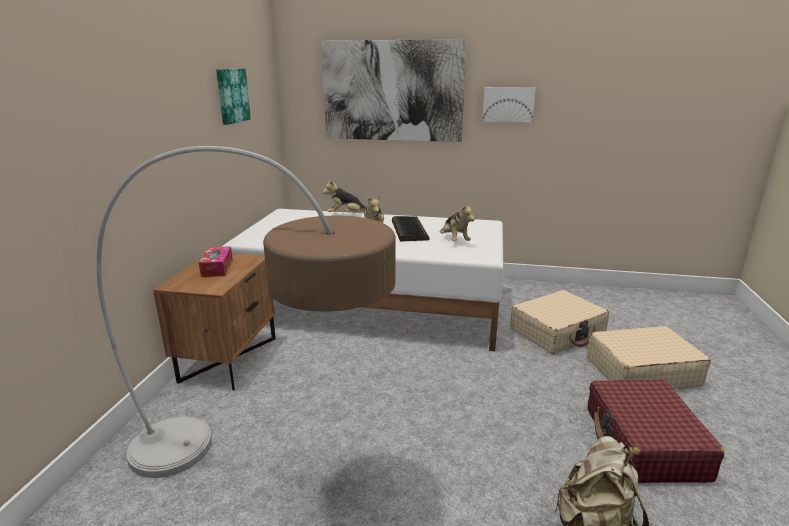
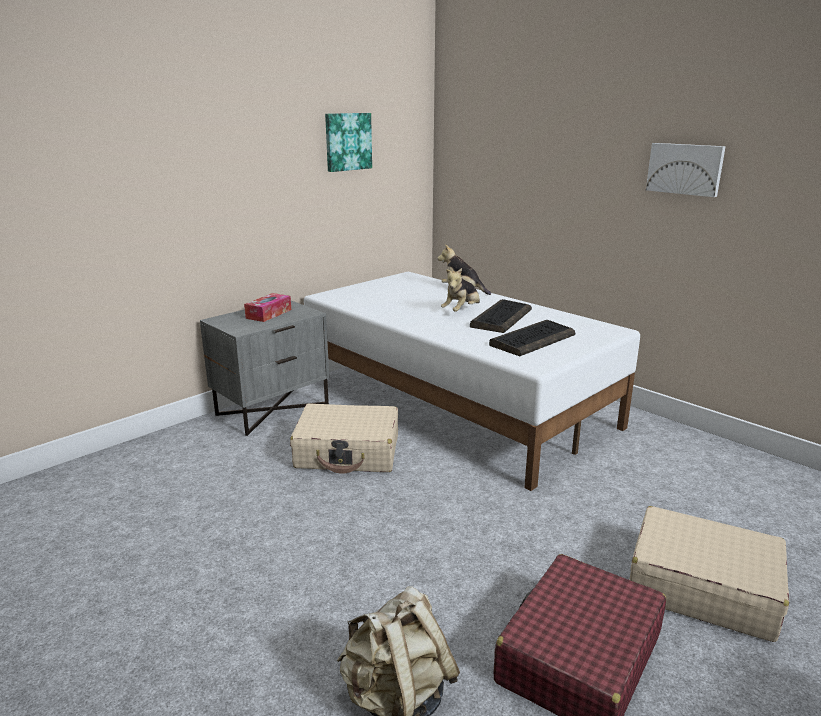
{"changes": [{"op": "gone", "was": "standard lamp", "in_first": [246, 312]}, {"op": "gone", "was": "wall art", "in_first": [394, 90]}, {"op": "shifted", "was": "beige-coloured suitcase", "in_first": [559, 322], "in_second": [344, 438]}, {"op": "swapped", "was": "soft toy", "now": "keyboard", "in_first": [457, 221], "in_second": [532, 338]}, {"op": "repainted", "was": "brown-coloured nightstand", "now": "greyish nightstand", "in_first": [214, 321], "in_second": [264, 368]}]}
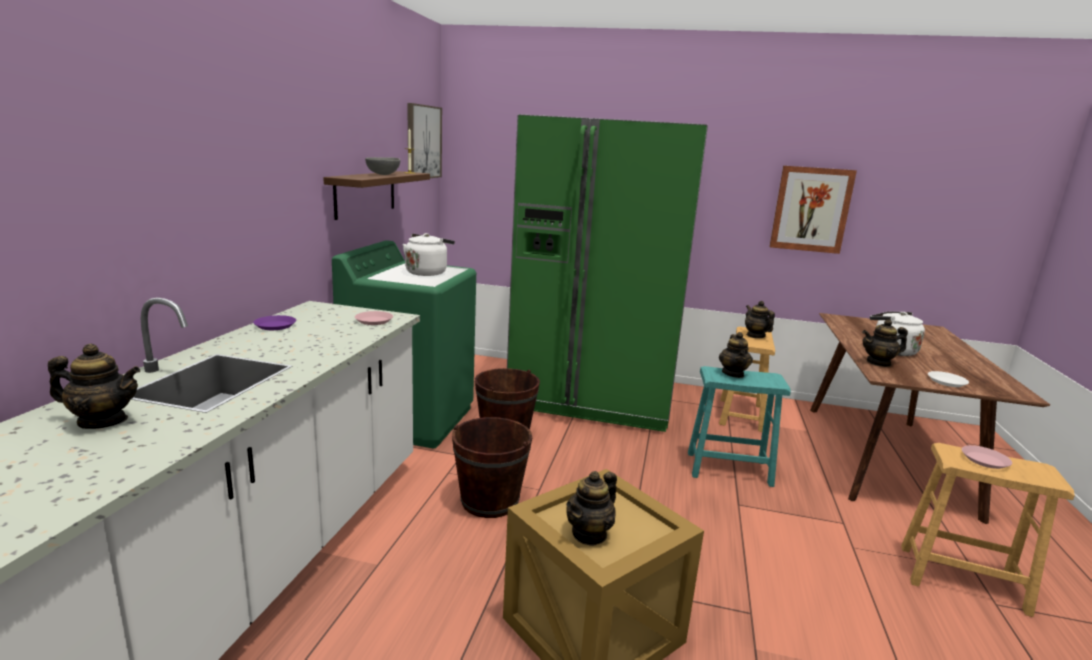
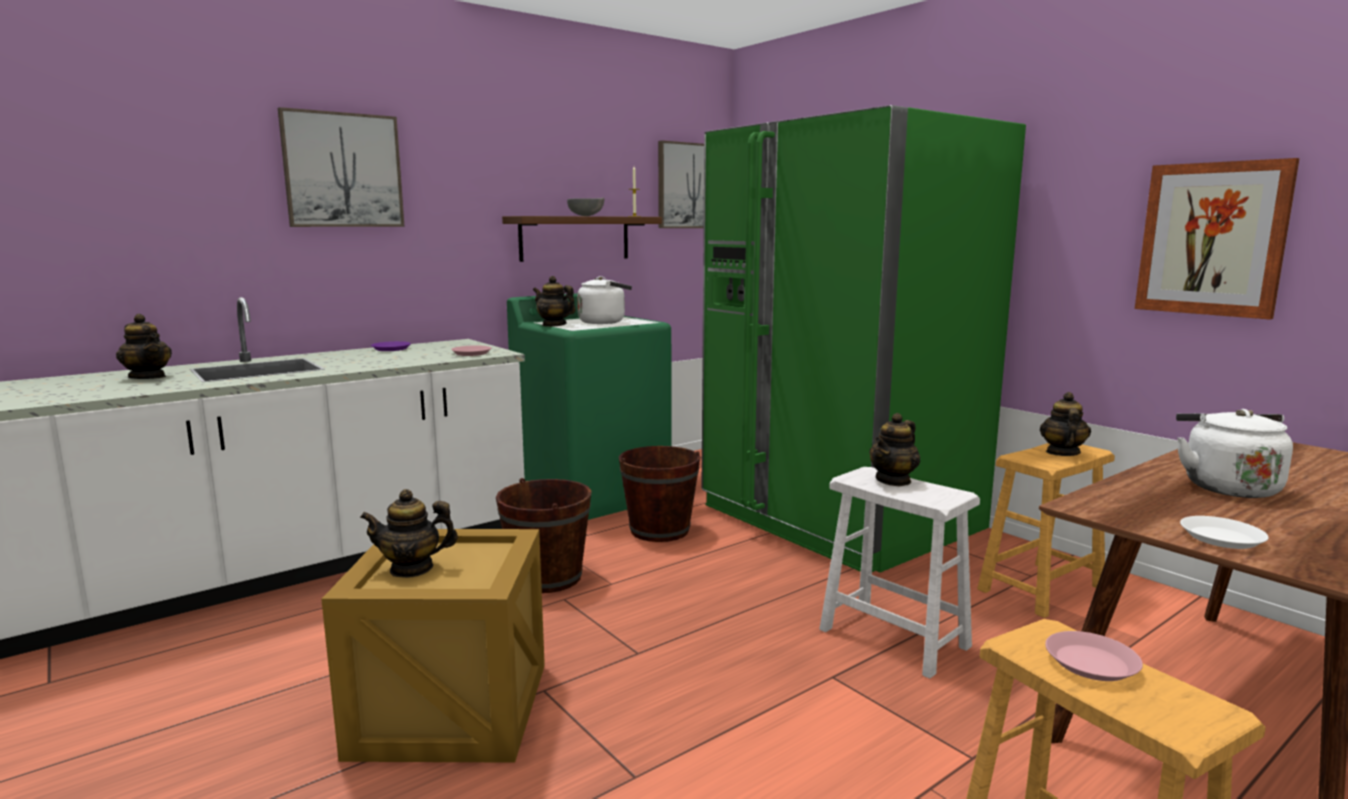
{"changes": [{"op": "new", "now": "wall art", "in_second": [341, 167]}, {"op": "shifted", "was": "teapot", "in_first": [885, 343], "in_second": [554, 301]}, {"op": "repainted", "was": "turquoise stool", "now": "whitish stool", "in_first": [739, 426], "in_second": [900, 573]}]}
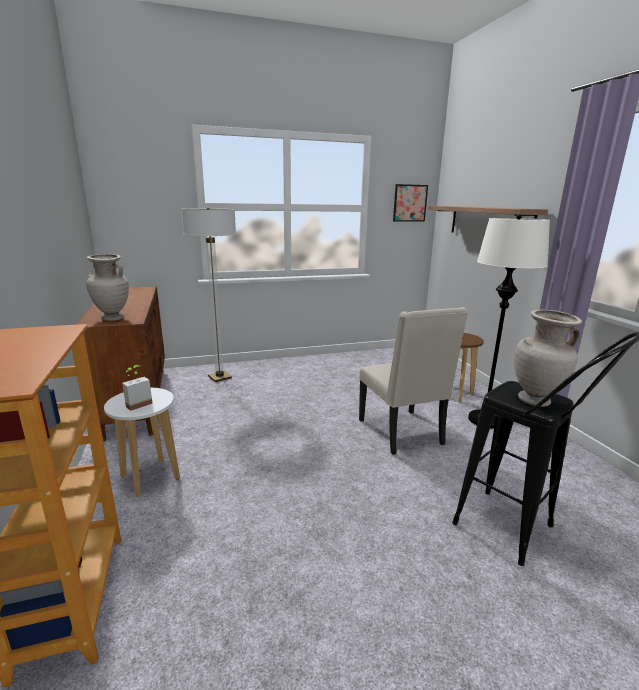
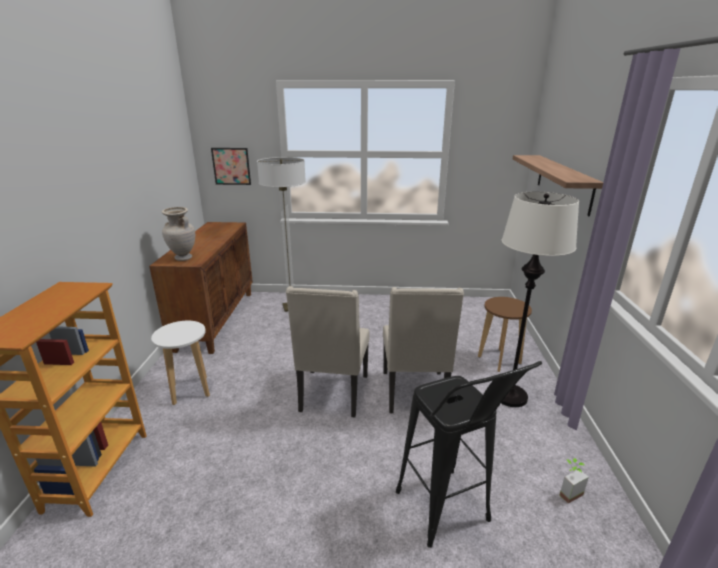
{"changes": [{"op": "gone", "was": "beige-coloured decorative vase", "in_first": [548, 358]}, {"op": "new", "now": "beige-coloured plain chair", "in_second": [328, 351]}, {"op": "shifted", "was": "potted plant", "in_first": [137, 388], "in_second": [574, 481]}, {"op": "shifted", "was": "wall art", "in_first": [410, 203], "in_second": [231, 166]}]}
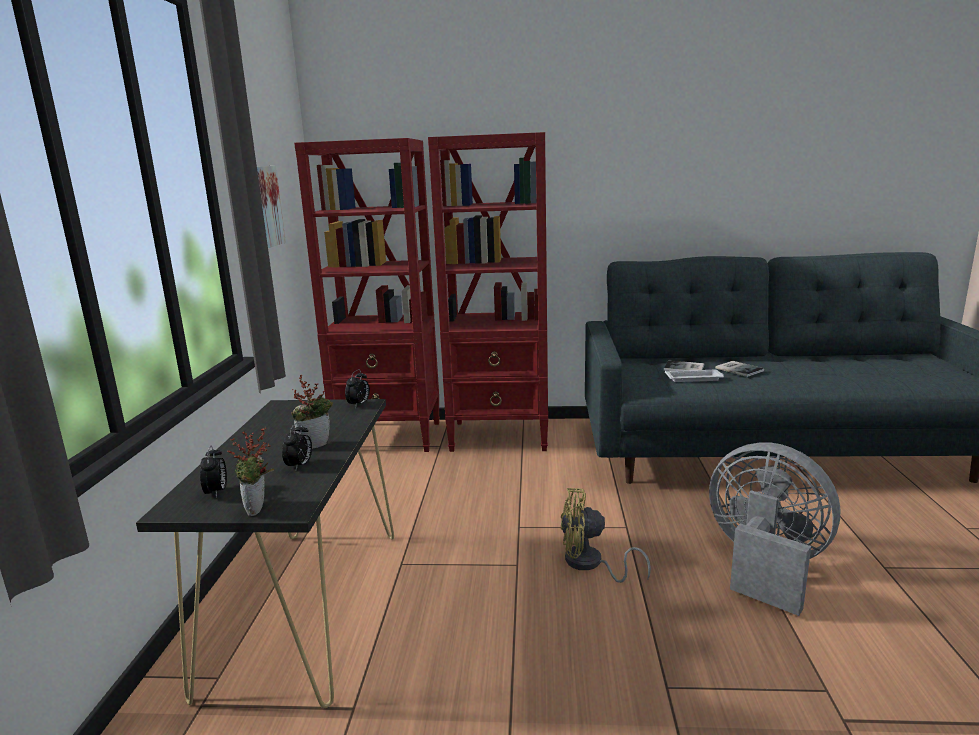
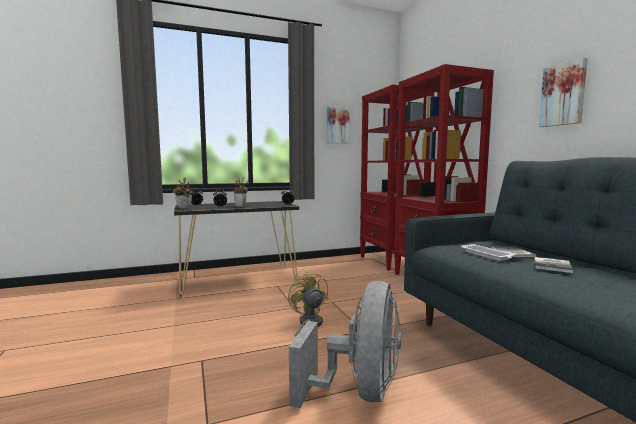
{"changes": [{"op": "new", "now": "wall art", "in_second": [563, 92]}]}
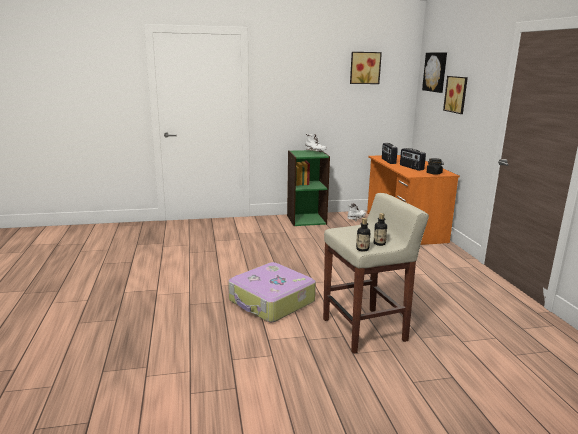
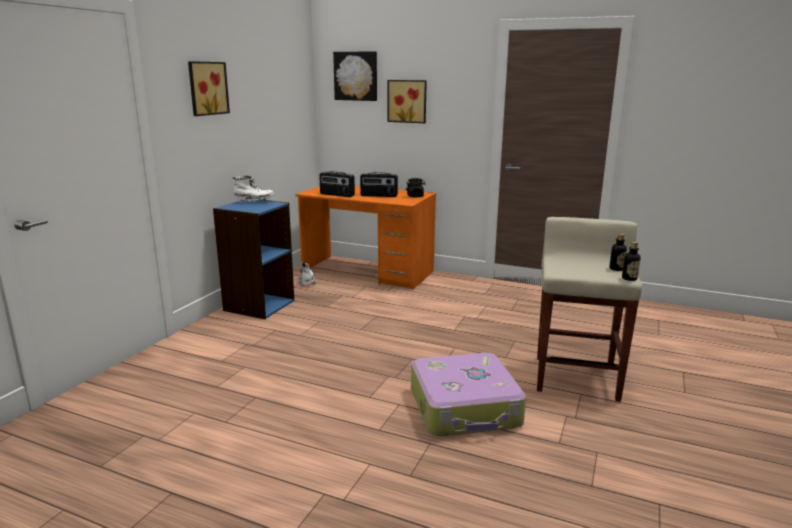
{"changes": [{"op": "shifted", "was": "wall art", "in_first": [366, 68], "in_second": [209, 88]}, {"op": "repainted", "was": "green-coloured bookcase", "now": "blue-coloured bookcase", "in_first": [308, 188], "in_second": [253, 259]}]}
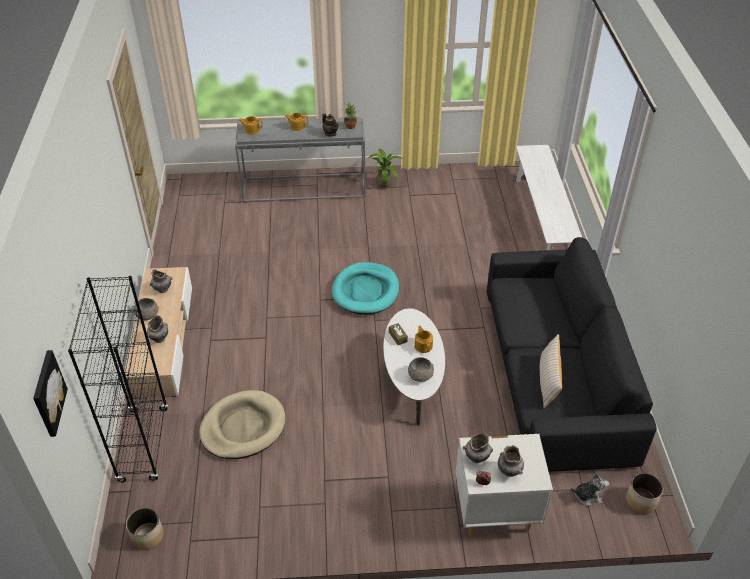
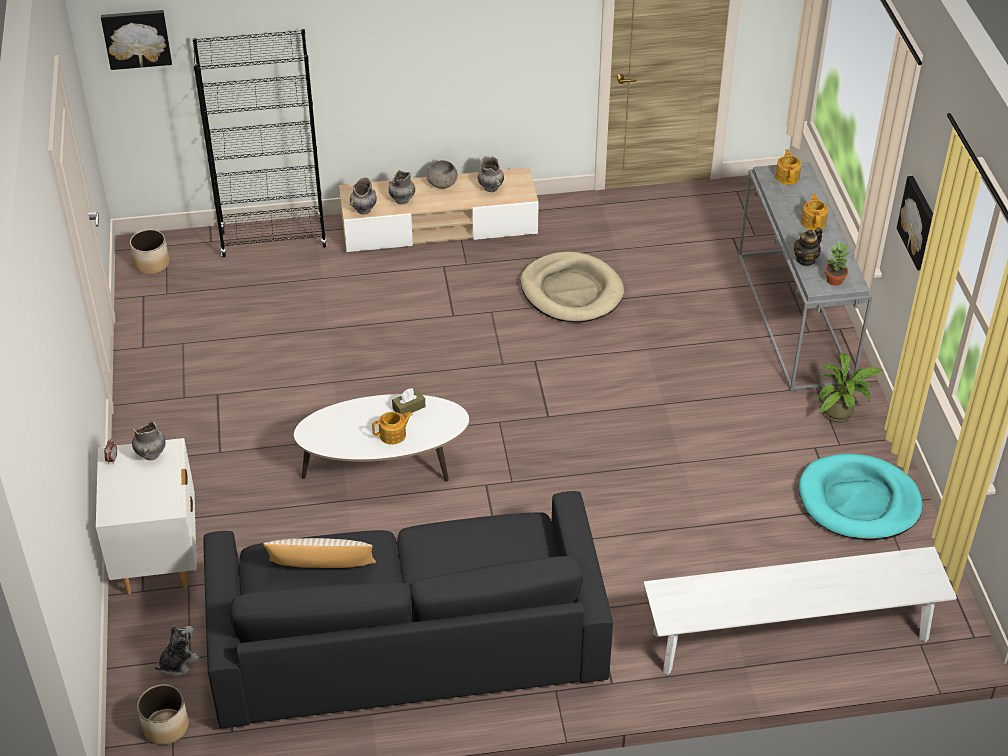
{"changes": [{"op": "gone", "was": "greyish deep dish", "in_first": [421, 369]}, {"op": "new", "now": "wall art", "in_second": [915, 223]}, {"op": "shifted", "was": "beige-coloured dog cushion", "in_first": [242, 424], "in_second": [572, 287]}, {"op": "shifted", "was": "turquoise dog cushion", "in_first": [365, 288], "in_second": [861, 497]}, {"op": "shifted", "was": "greyish decorative vase", "in_first": [511, 461], "in_second": [363, 196]}, {"op": "rotated", "was": "soft toy", "in_first": [590, 490], "in_second": [177, 651], "clockwise": -135}]}
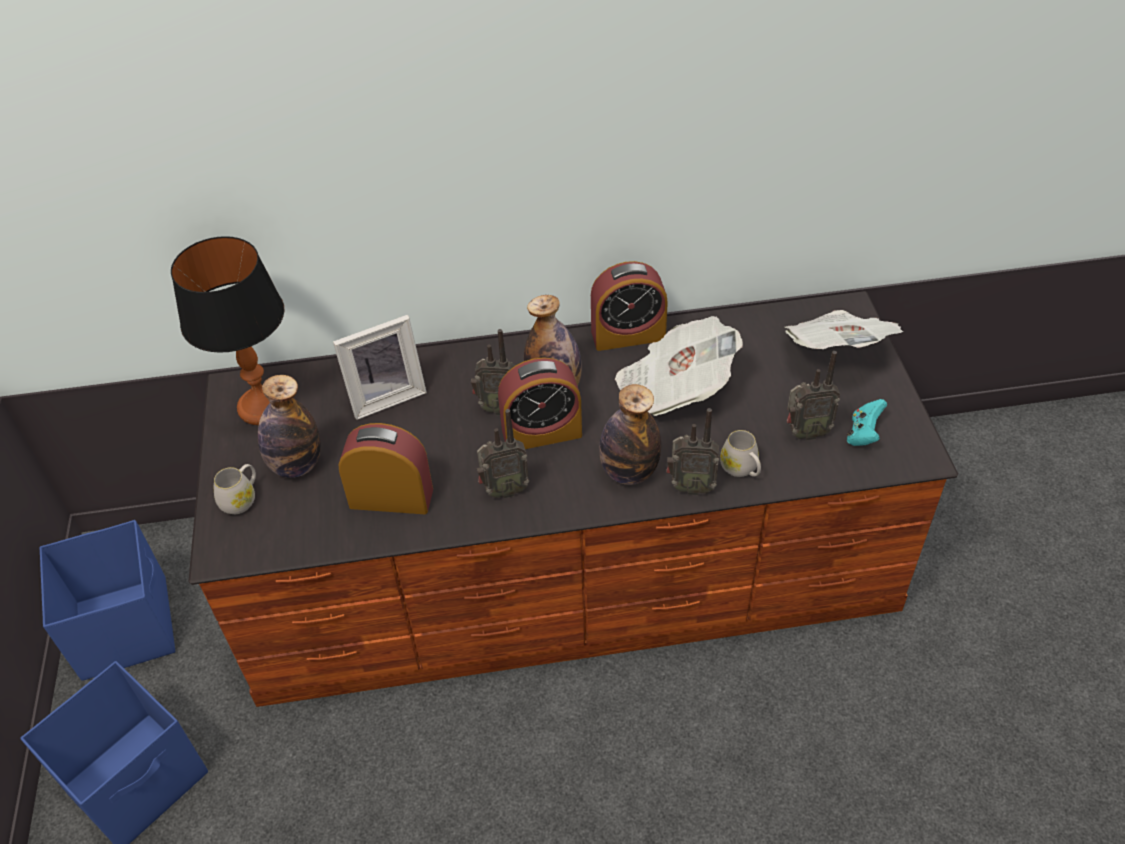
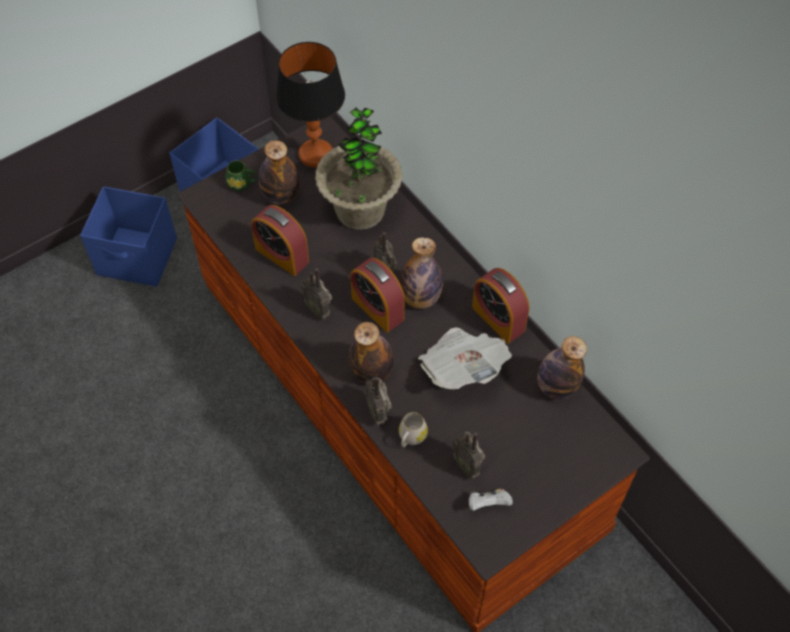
{"changes": [{"op": "gone", "was": "printed paper", "in_first": [844, 329]}, {"op": "new", "now": "drink bottle", "in_second": [562, 368]}, {"op": "swapped", "was": "photo frame", "now": "potted plant", "in_first": [380, 367], "in_second": [358, 169]}, {"op": "repainted", "was": "whitish mug", "now": "green-coloured mug", "in_first": [235, 489], "in_second": [241, 176]}, {"op": "repainted", "was": "turquoise game controller", "now": "whitish game controller", "in_first": [867, 422], "in_second": [491, 500]}, {"op": "rotated", "was": "bedside clock", "in_first": [386, 468], "in_second": [280, 240], "clockwise": 150}]}
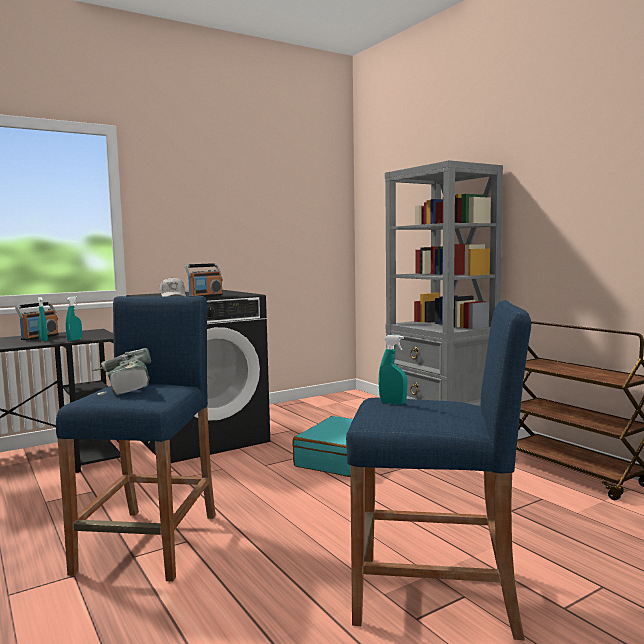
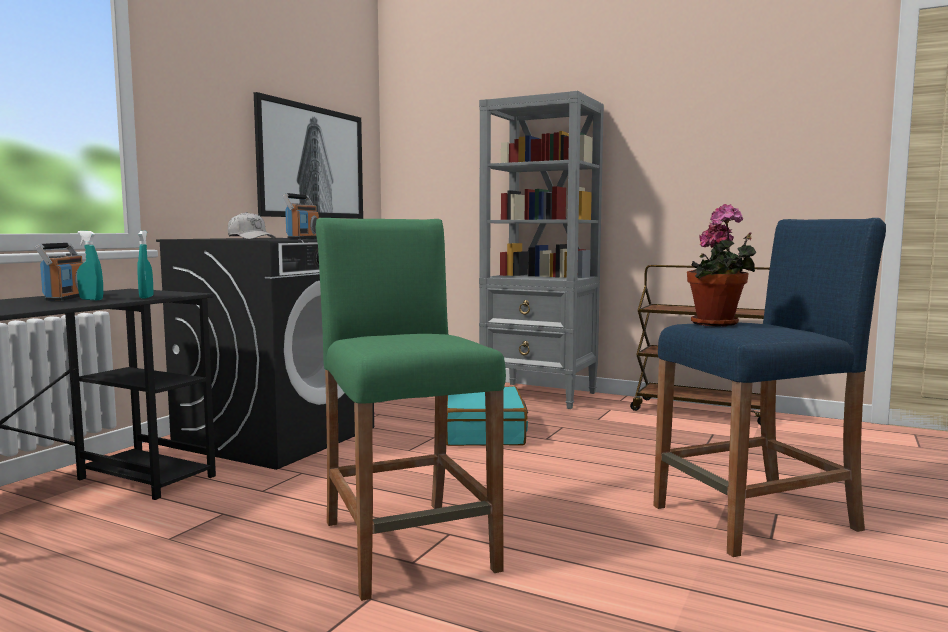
{"changes": [{"op": "gone", "was": "electric drill", "in_first": [121, 372]}, {"op": "new", "now": "wall art", "in_second": [308, 155]}, {"op": "swapped", "was": "turquoise spray bottle", "now": "potted plant", "in_first": [392, 370], "in_second": [721, 265]}, {"op": "repainted", "was": "blue-coloured stool", "now": "green-coloured stool", "in_first": [136, 439], "in_second": [410, 409]}]}
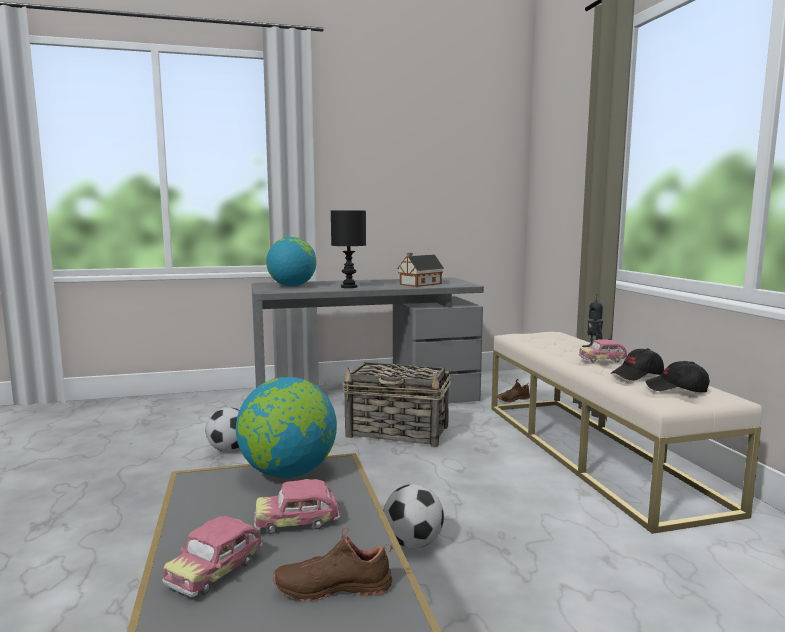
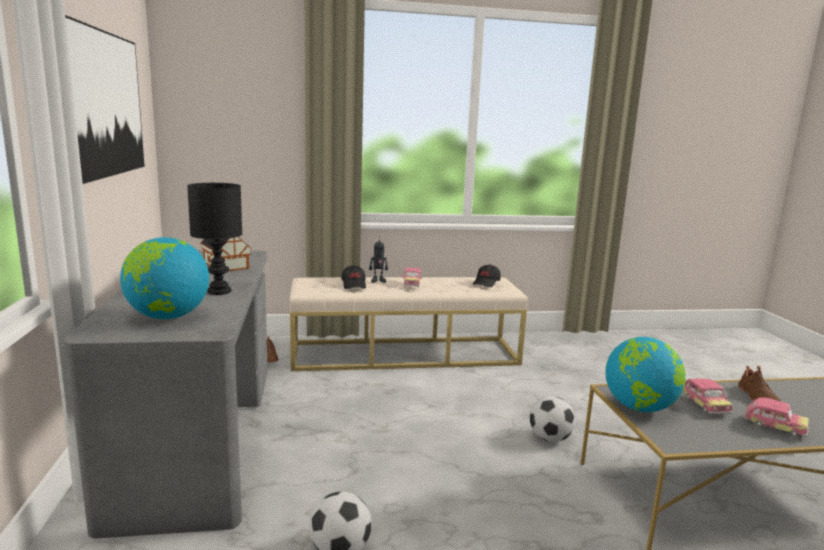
{"changes": [{"op": "gone", "was": "storage basket", "in_first": [396, 405]}, {"op": "new", "now": "wall art", "in_second": [105, 99]}, {"op": "shifted", "was": "black-coloured cap", "in_first": [637, 364], "in_second": [353, 277]}]}
